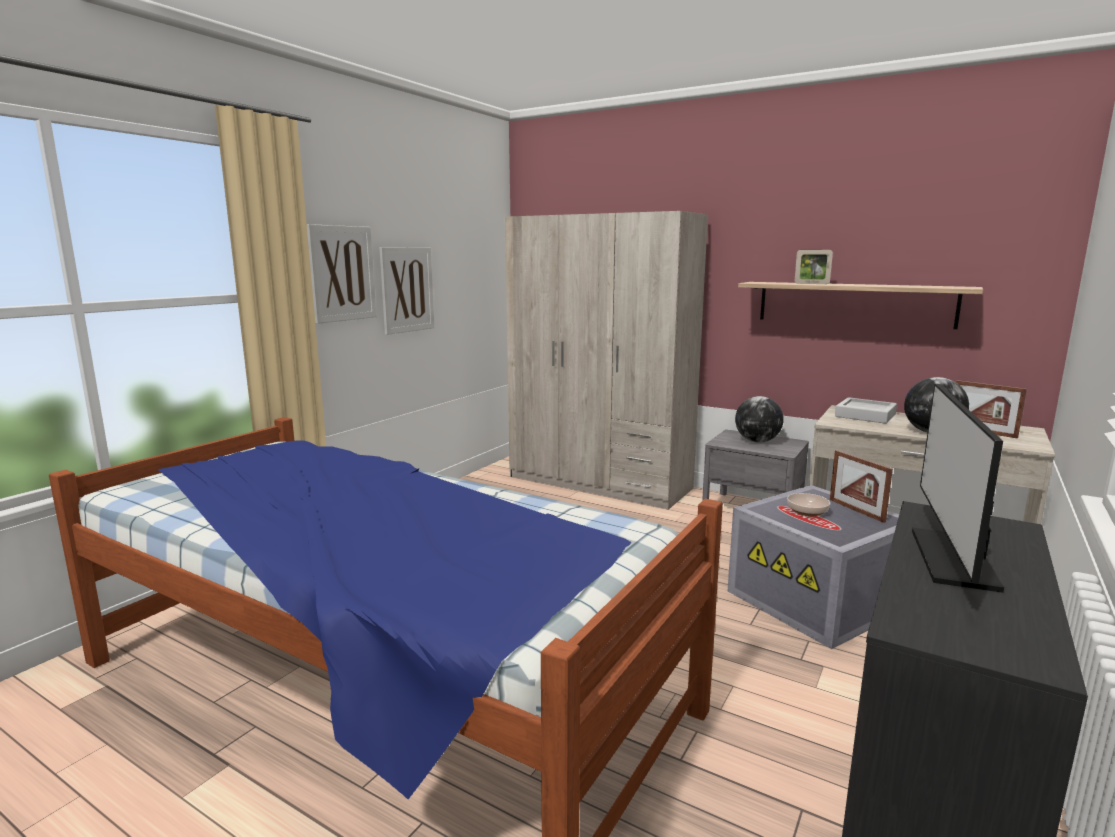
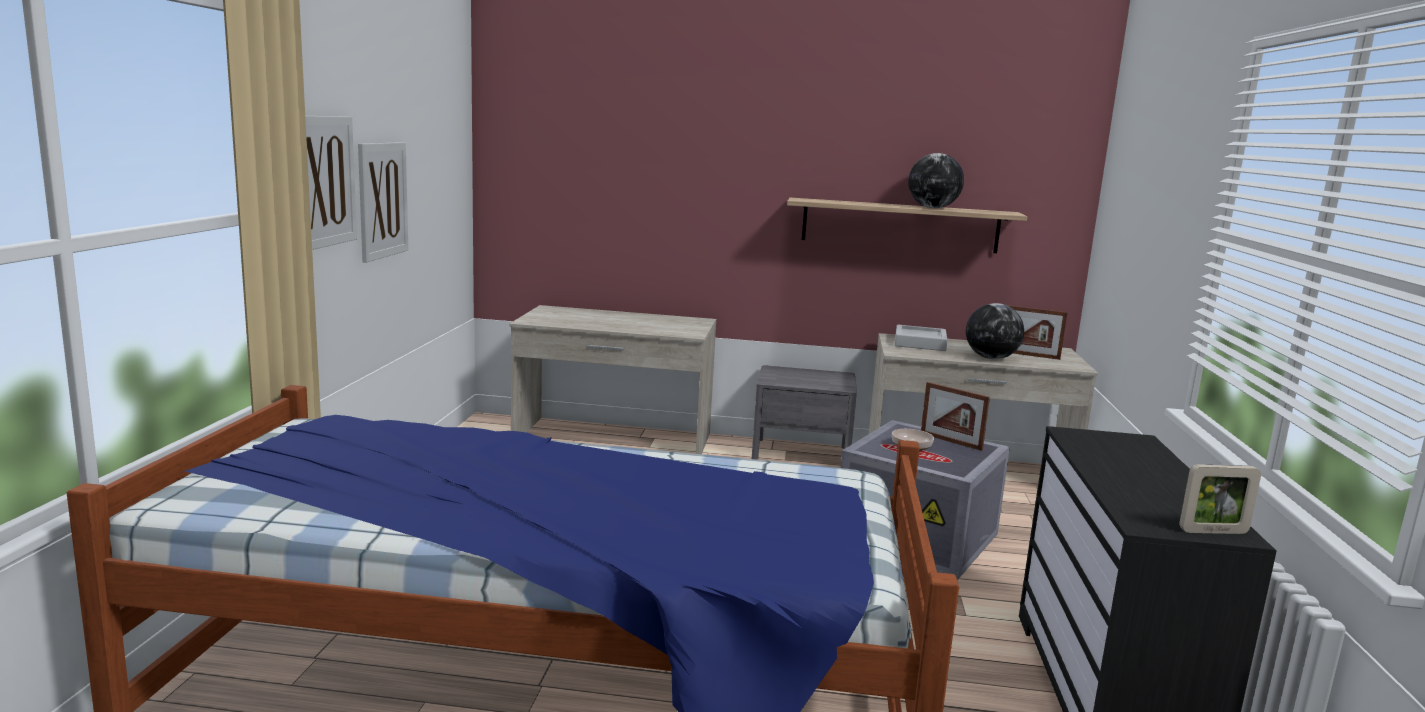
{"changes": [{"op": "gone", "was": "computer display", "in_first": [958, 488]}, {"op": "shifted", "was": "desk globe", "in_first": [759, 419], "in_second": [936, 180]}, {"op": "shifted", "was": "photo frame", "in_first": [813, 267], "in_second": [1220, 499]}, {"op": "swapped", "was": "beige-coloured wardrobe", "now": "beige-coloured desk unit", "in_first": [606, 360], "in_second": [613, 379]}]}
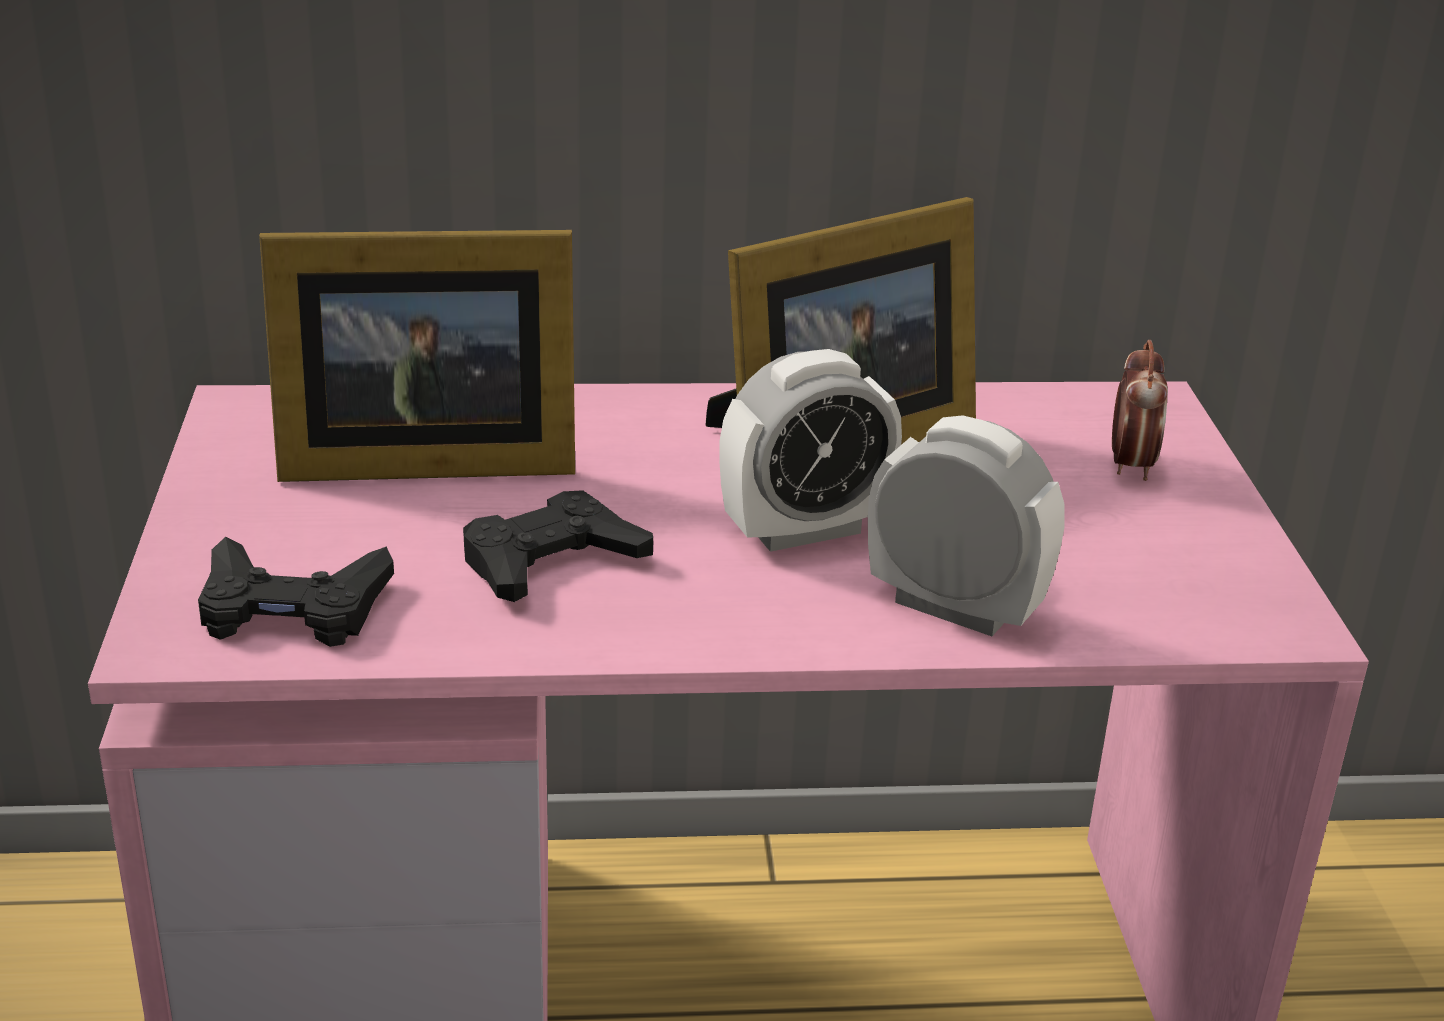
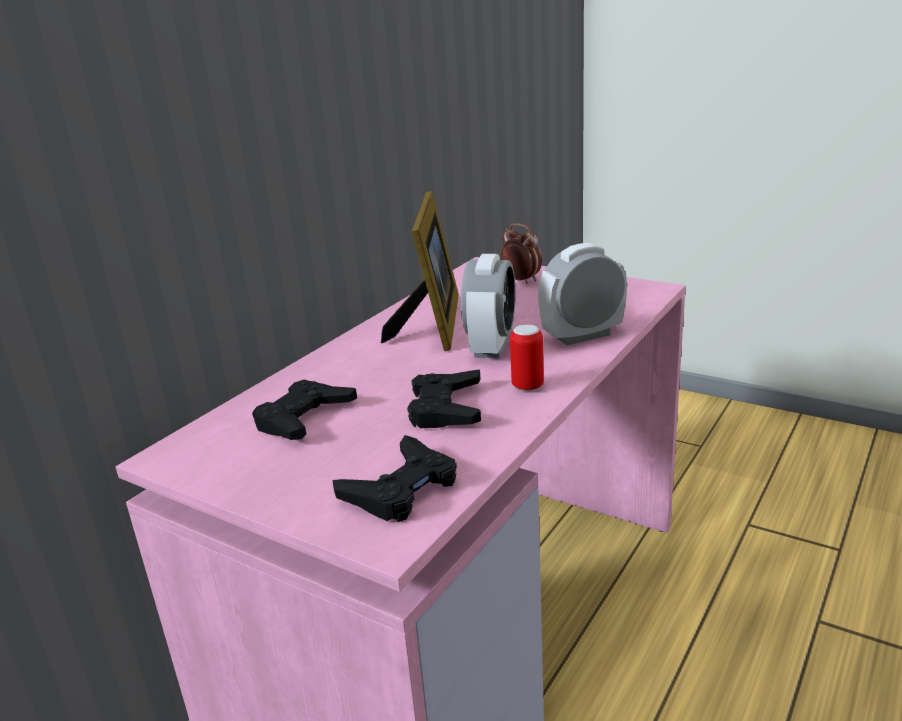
{"changes": [{"op": "new", "now": "sealed can", "in_second": [527, 357]}, {"op": "swapped", "was": "photo frame", "now": "black-coloured game controller", "in_first": [417, 356], "in_second": [304, 410]}]}
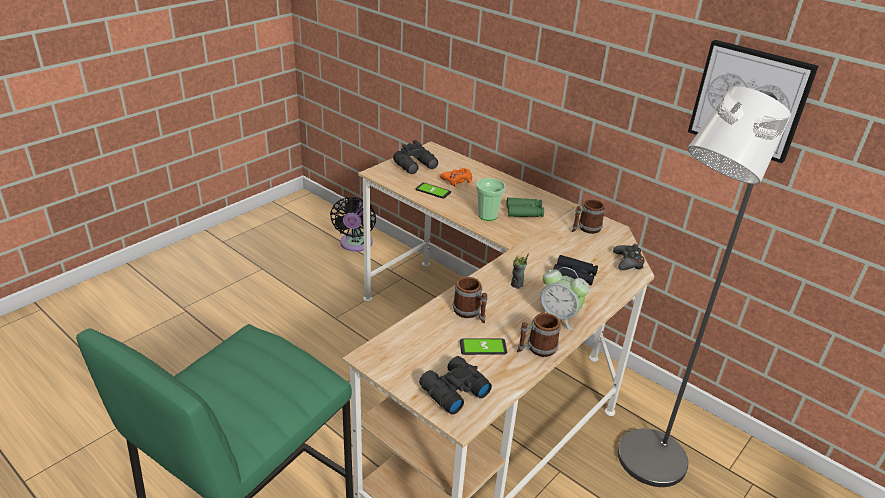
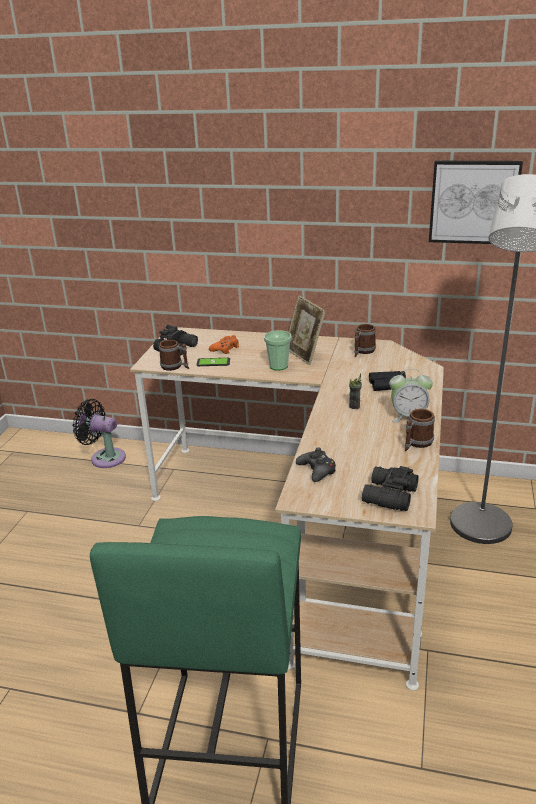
{"changes": [{"op": "gone", "was": "phone", "in_first": [483, 347]}, {"op": "shifted", "was": "mug", "in_first": [470, 300], "in_second": [174, 355]}, {"op": "shifted", "was": "black-coloured game controller", "in_first": [628, 257], "in_second": [316, 464]}, {"op": "swapped", "was": "green-coloured field glasses", "now": "photo frame", "in_first": [525, 207], "in_second": [307, 330]}, {"op": "rotated", "was": "black-coloured electric fan", "in_first": [353, 224], "in_second": [99, 433], "clockwise": 135}]}
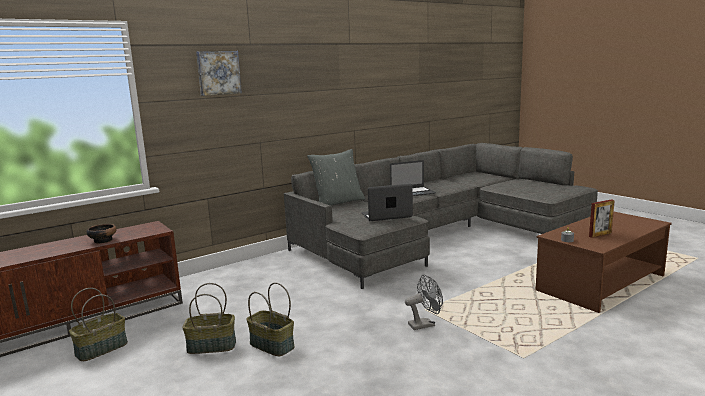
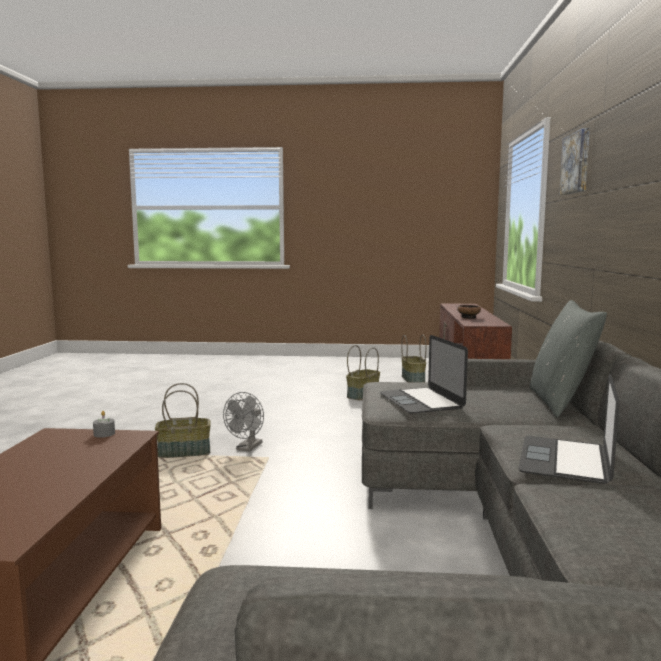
{"changes": [{"op": "gone", "was": "photo frame", "in_first": [602, 218]}, {"op": "shifted", "was": "storage basket", "in_first": [271, 319], "in_second": [183, 420]}, {"op": "rotated", "was": "portable computer", "in_first": [387, 202], "in_second": [424, 374], "clockwise": 135}]}
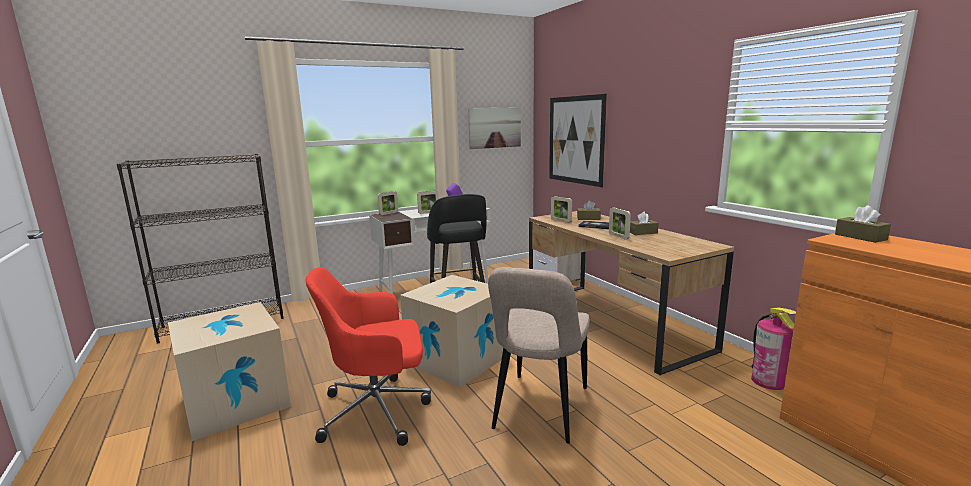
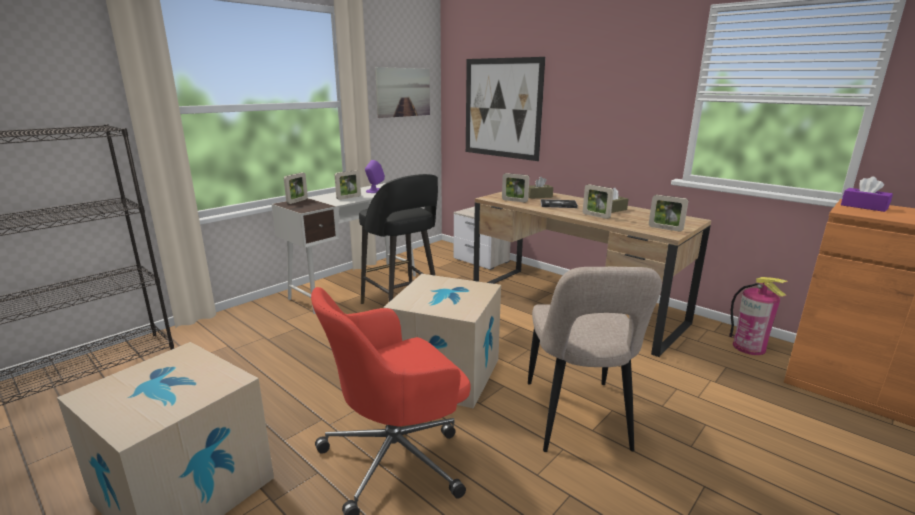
{"changes": [{"op": "new", "now": "photo frame", "in_second": [668, 213]}, {"op": "repainted", "was": "brown-coloured tissue holder", "now": "purple-coloured tissue holder", "in_first": [863, 224], "in_second": [867, 194]}]}
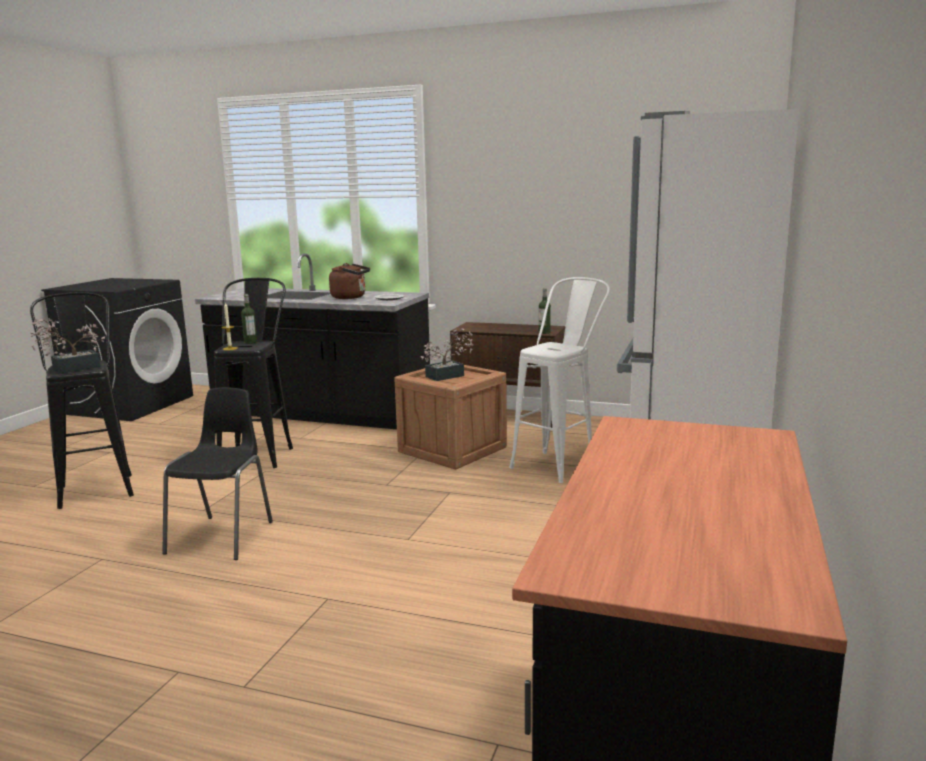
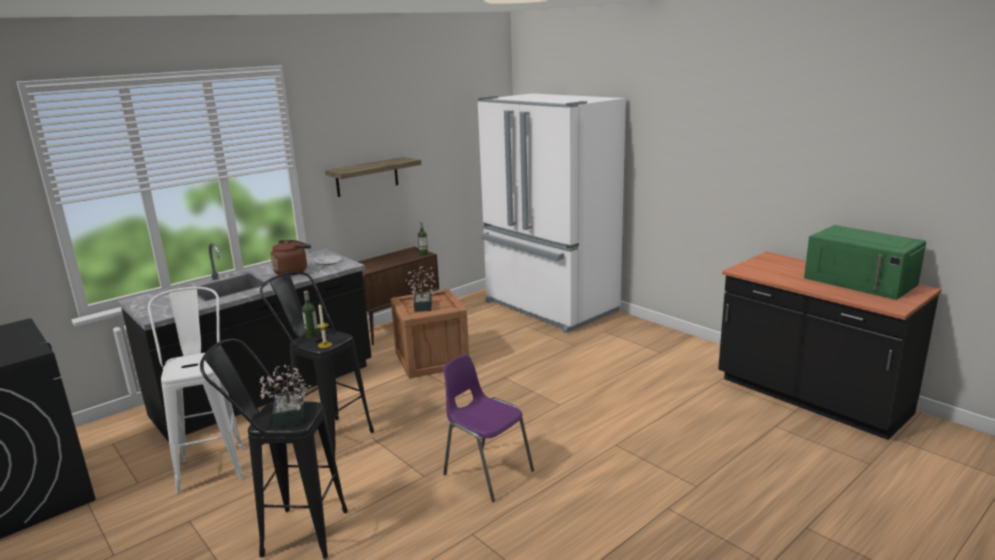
{"changes": [{"op": "new", "now": "shelf", "in_second": [373, 177]}, {"op": "new", "now": "green-coloured microwave", "in_second": [865, 262]}, {"op": "shifted", "was": "whitish stool", "in_first": [559, 380], "in_second": [196, 390]}, {"op": "repainted", "was": "black-coloured plain chair", "now": "purple-coloured plain chair", "in_first": [217, 473], "in_second": [488, 428]}]}
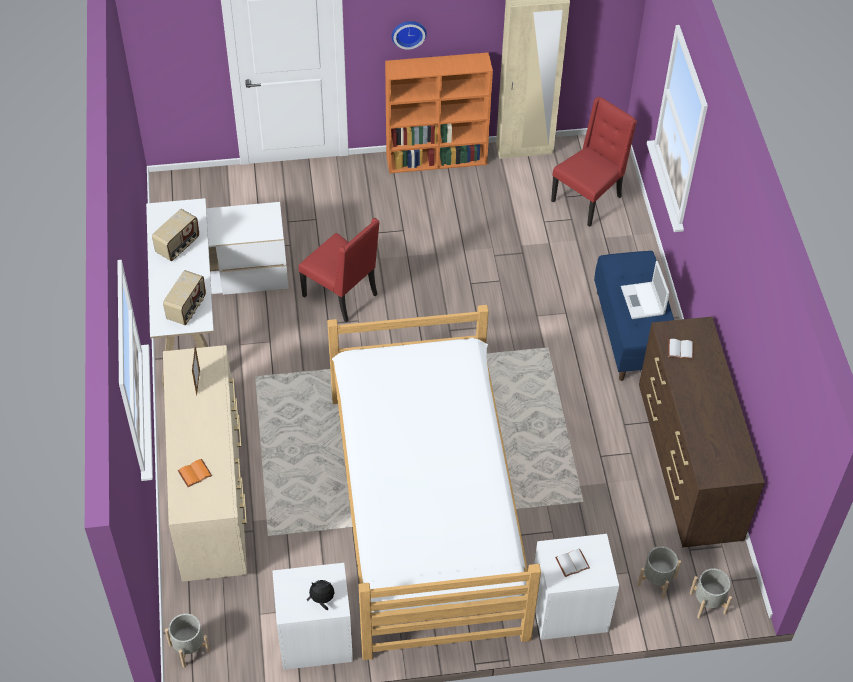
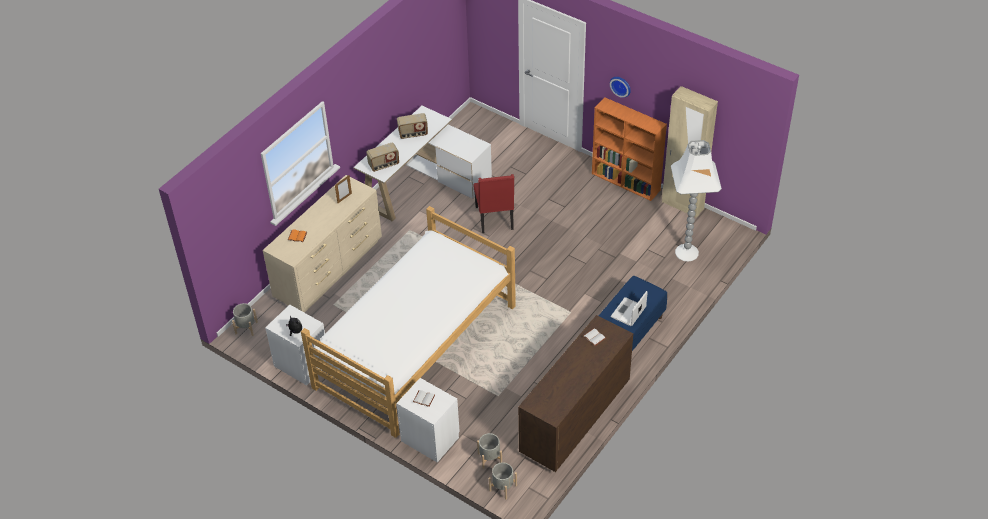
{"changes": [{"op": "swapped", "was": "red-coloured plain chair", "now": "whitish standard lamp", "in_first": [594, 162], "in_second": [696, 200]}]}
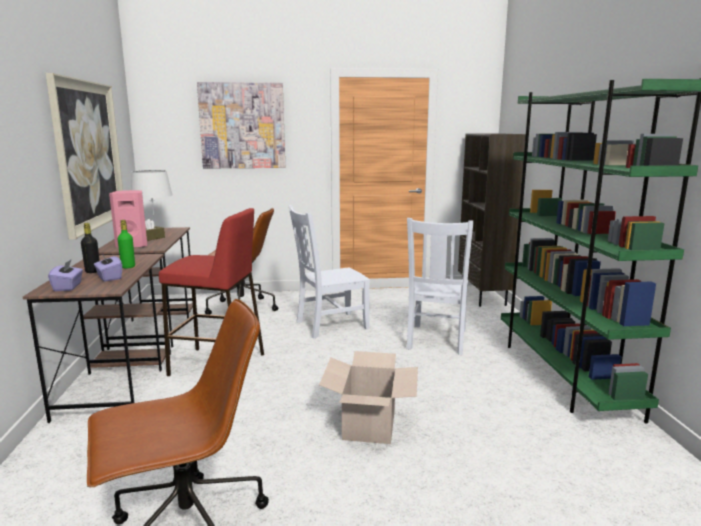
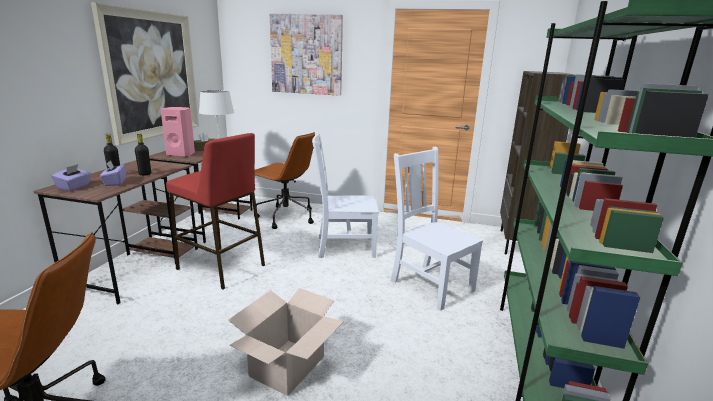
{"changes": [{"op": "repainted", "was": "green-coloured drink bottle", "now": "black-coloured drink bottle", "in_first": [126, 244], "in_second": [143, 154]}, {"op": "rotated", "was": "whitish plain chair", "in_first": [440, 286], "in_second": [436, 229], "clockwise": 105}]}
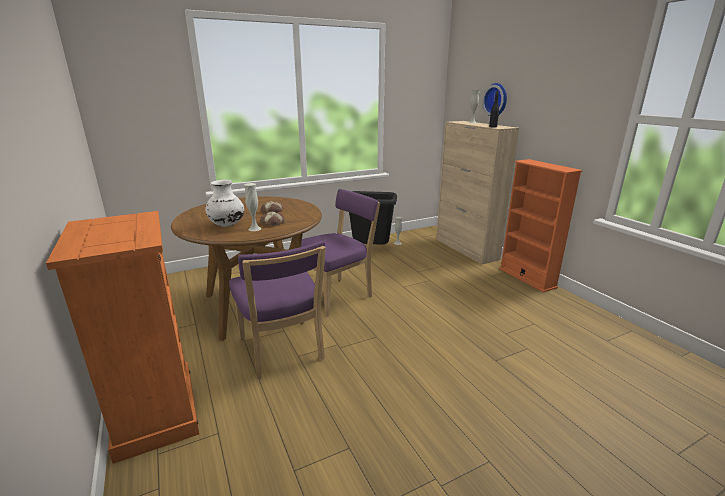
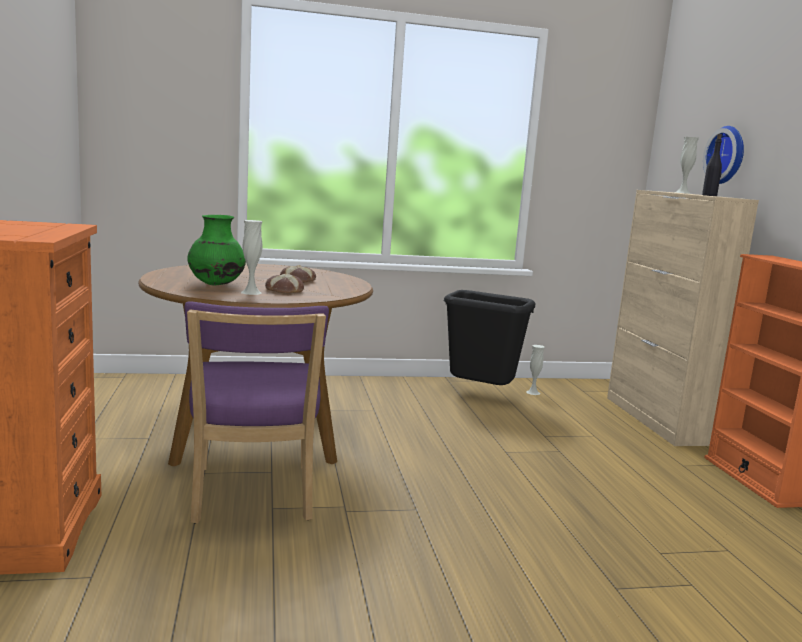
{"changes": [{"op": "gone", "was": "purple-coloured plain chair", "in_first": [340, 253]}, {"op": "repainted", "was": "whitish decorative vase", "now": "green-coloured decorative vase", "in_first": [224, 203], "in_second": [216, 250]}]}
